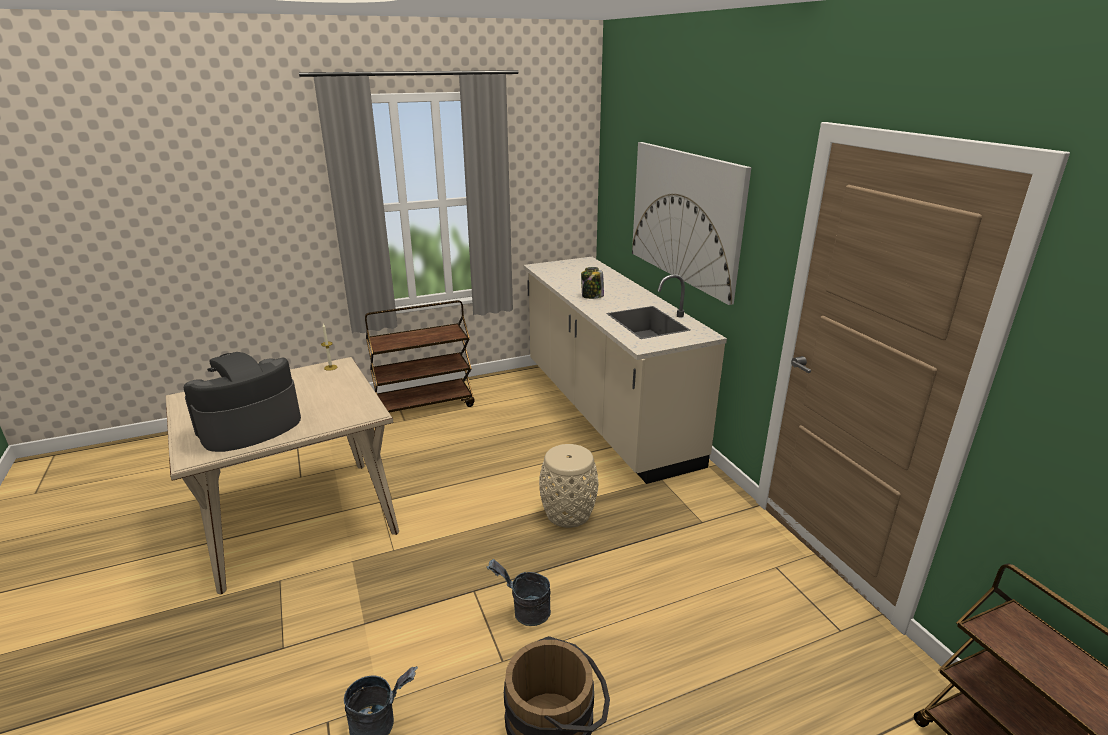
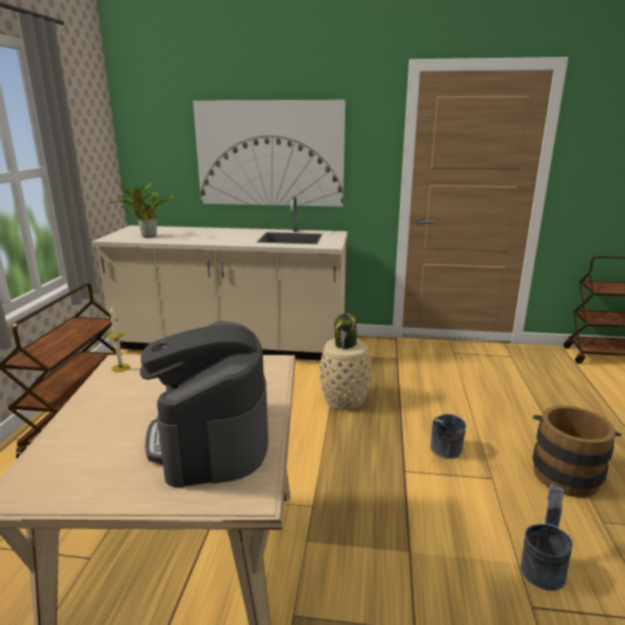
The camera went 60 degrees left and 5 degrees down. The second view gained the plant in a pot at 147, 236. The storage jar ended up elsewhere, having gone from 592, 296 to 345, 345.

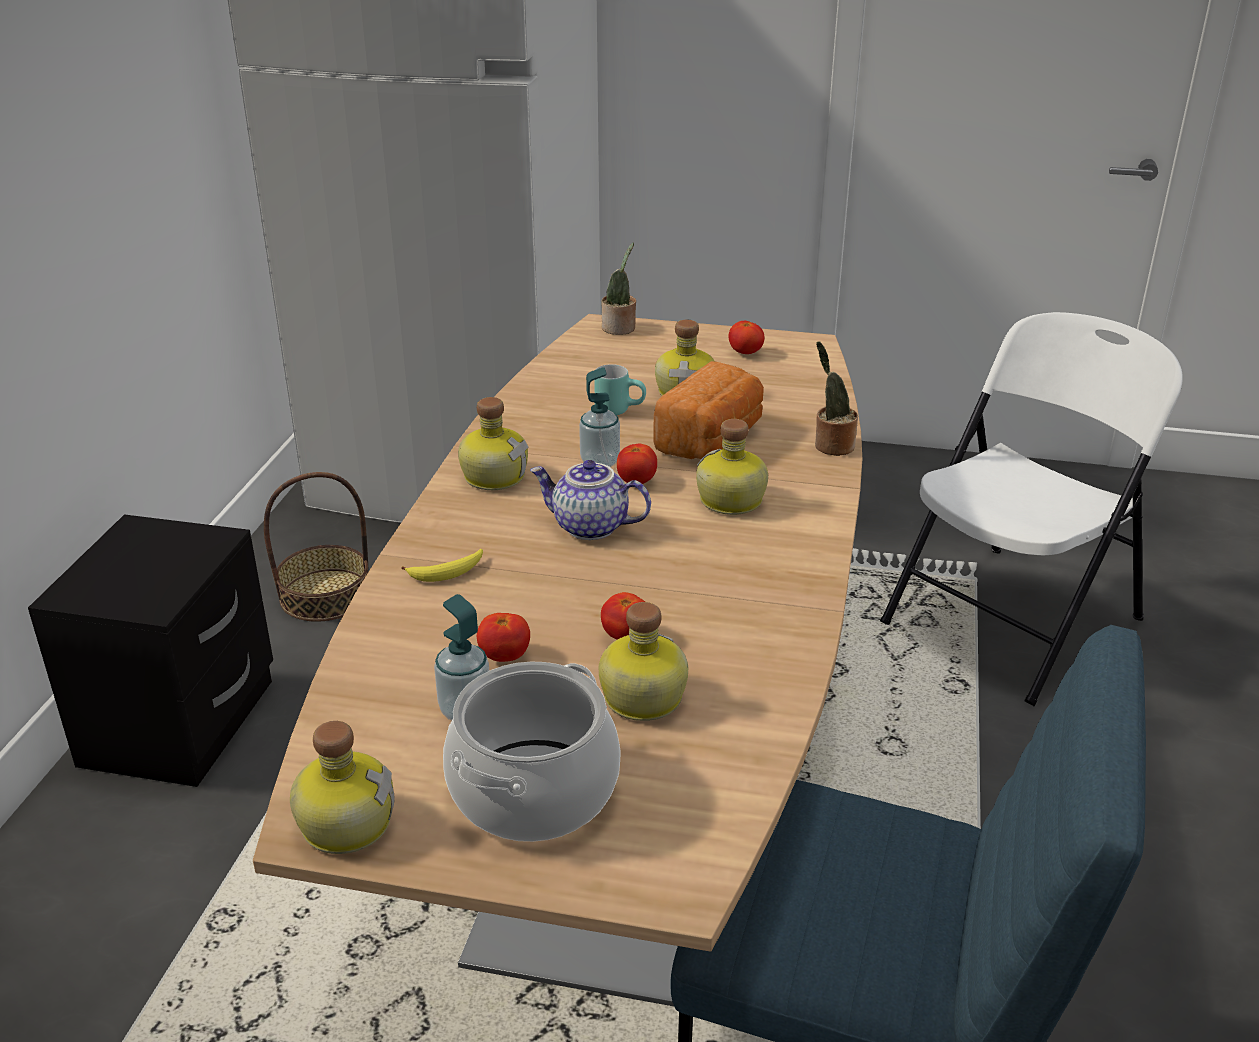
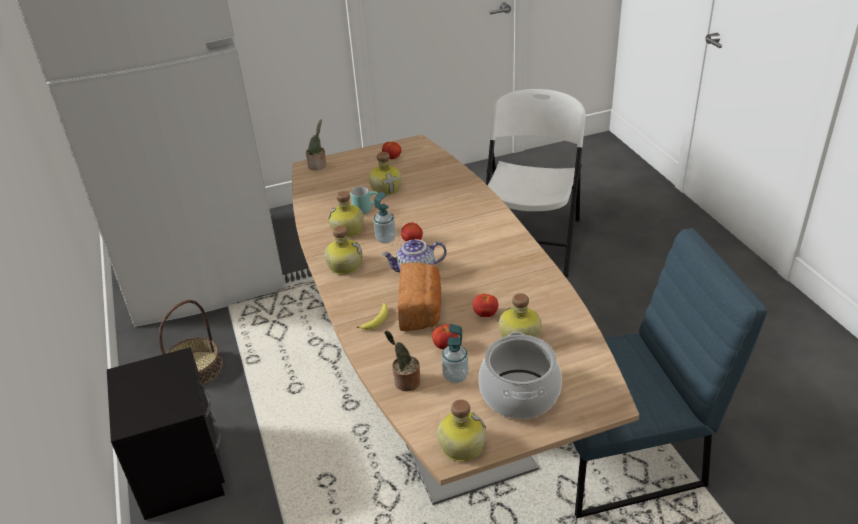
The camera went 30 degrees left and 5 degrees up. The bakery bread ended up elsewhere, having gone from 712, 440 to 421, 310. The bottle ended up elsewhere, having gone from 731, 501 to 348, 230. The plant in a pot ended up elsewhere, having gone from 831, 445 to 405, 382.

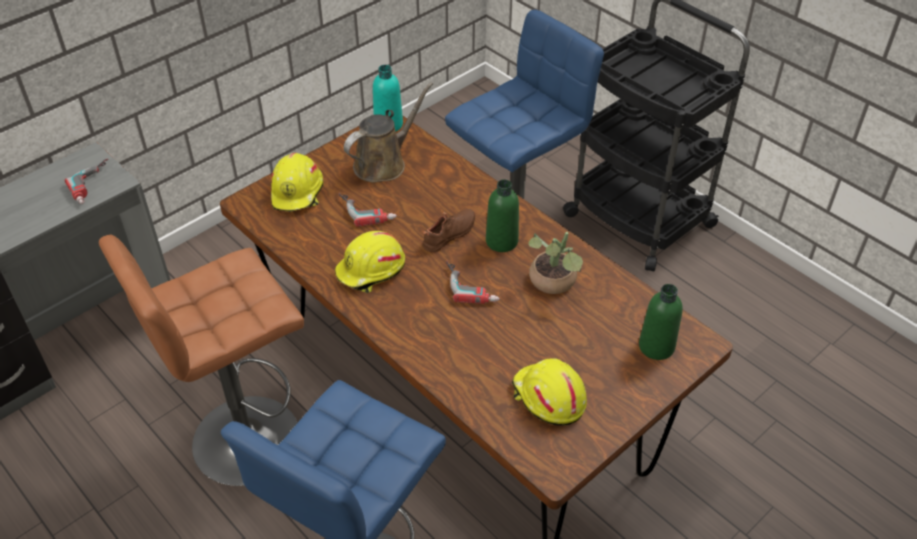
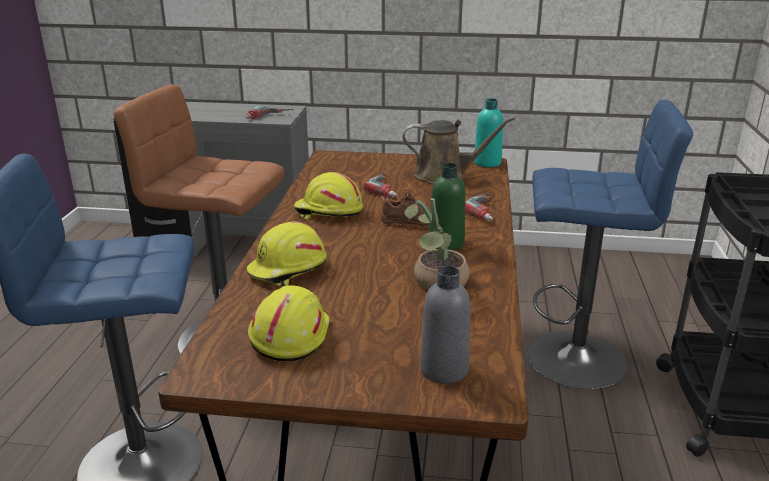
The camera went 50 degrees right and 20 degrees down. The yellow work helmet ended up elsewhere, having gone from 298, 192 to 288, 270. The electric drill ended up elsewhere, having gone from 472, 284 to 488, 210. What was the greenish bottle at 656, 346 turned into the greyish bottle at 444, 370.

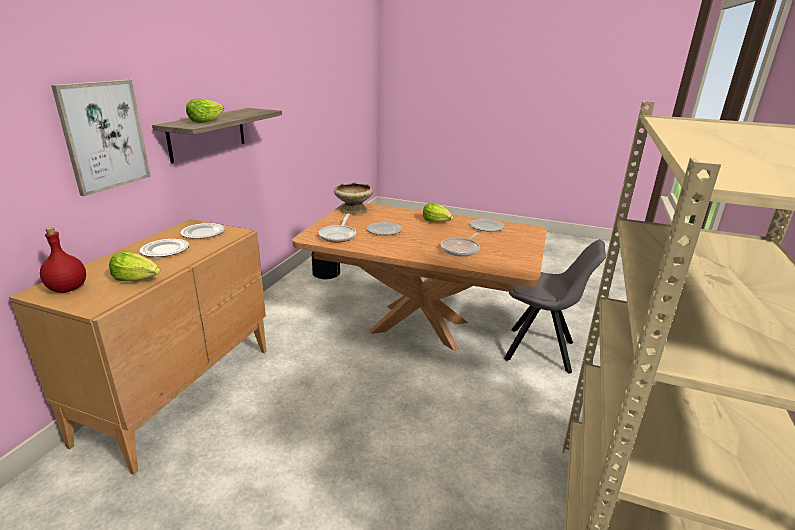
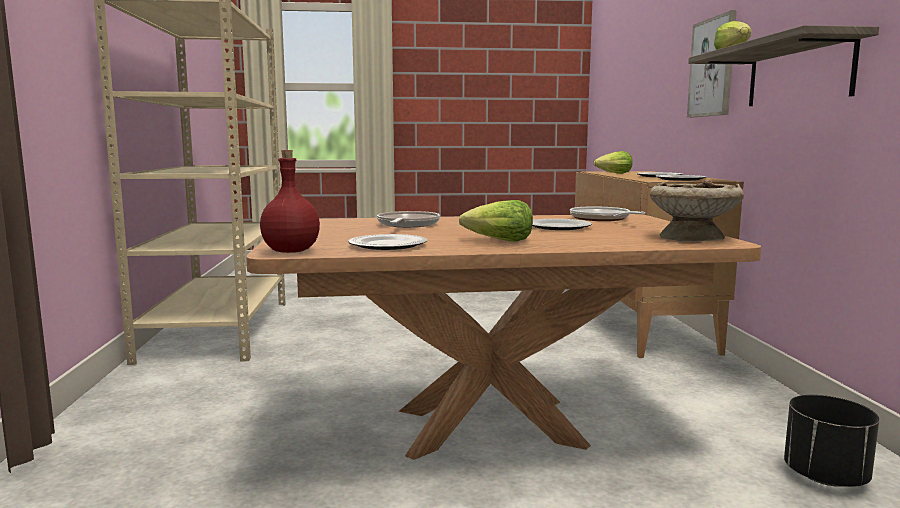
The camera went 155 degrees right and 15 degrees down. The second view lost the greyish chair at 540, 350. The red bottle ended up elsewhere, having gone from 67, 289 to 292, 251.

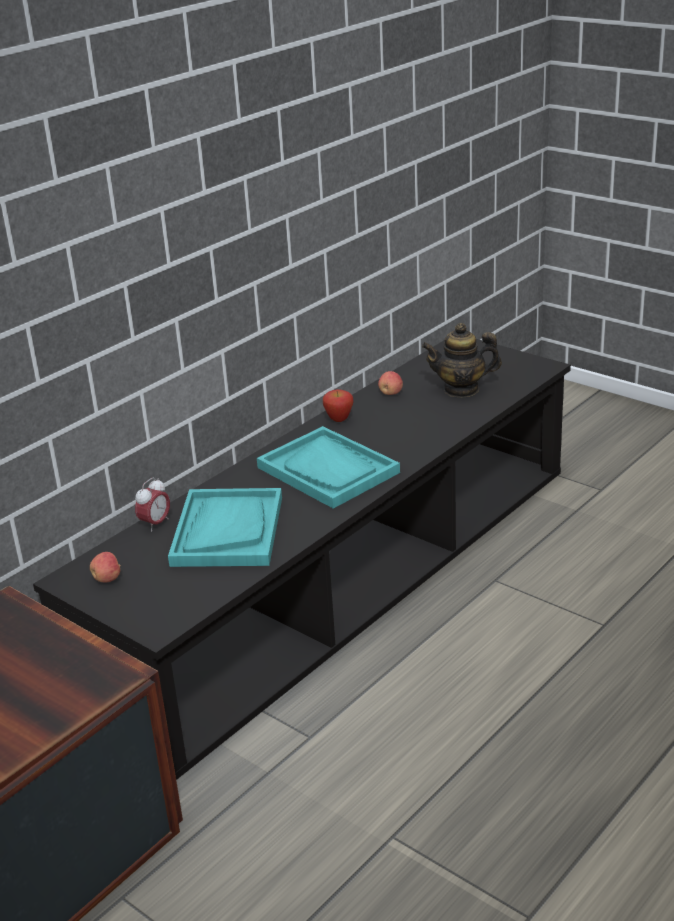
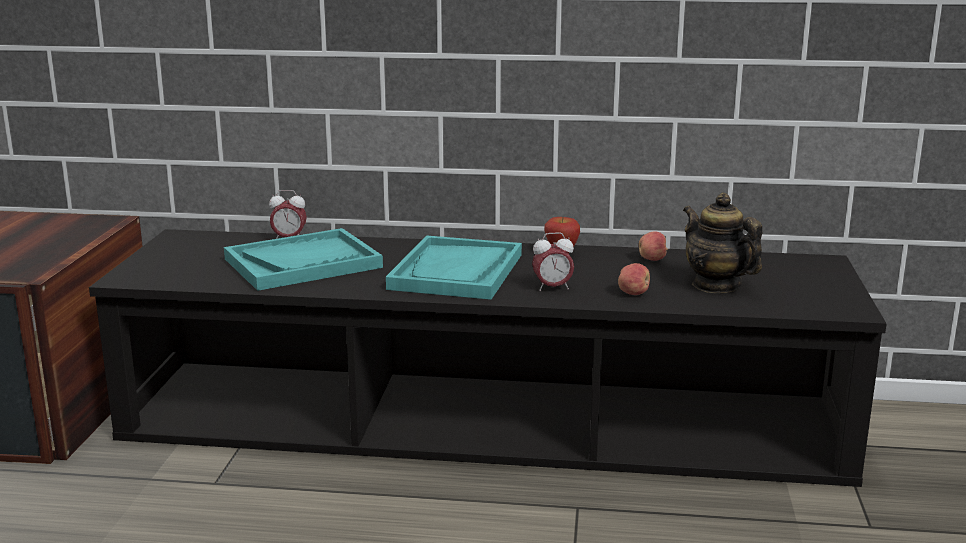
The camera went 55 degrees right and 10 degrees down. The second view gained the bedside clock at 552, 288. The apple fruit ended up elsewhere, having gone from 107, 579 to 633, 293.

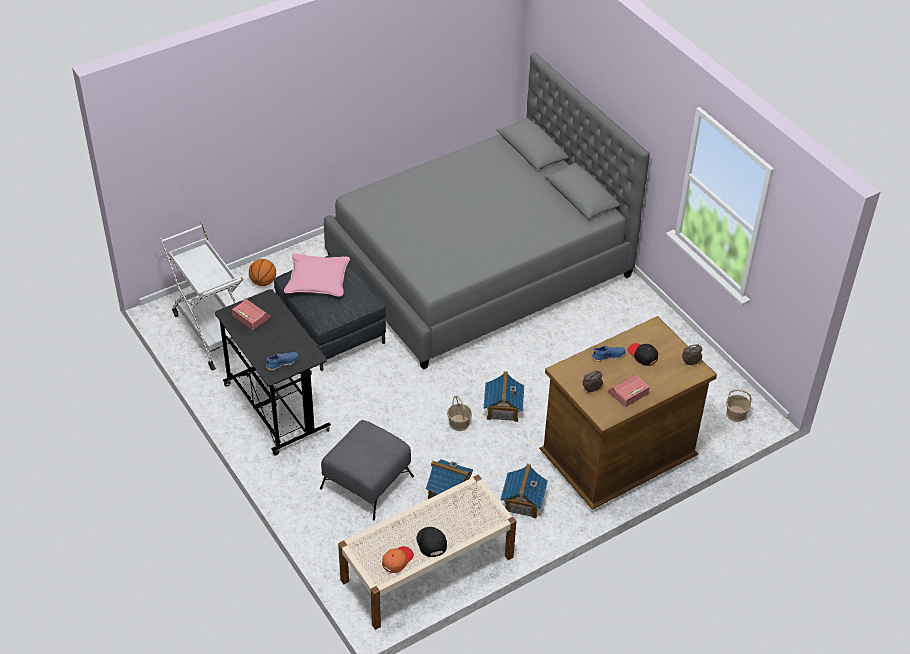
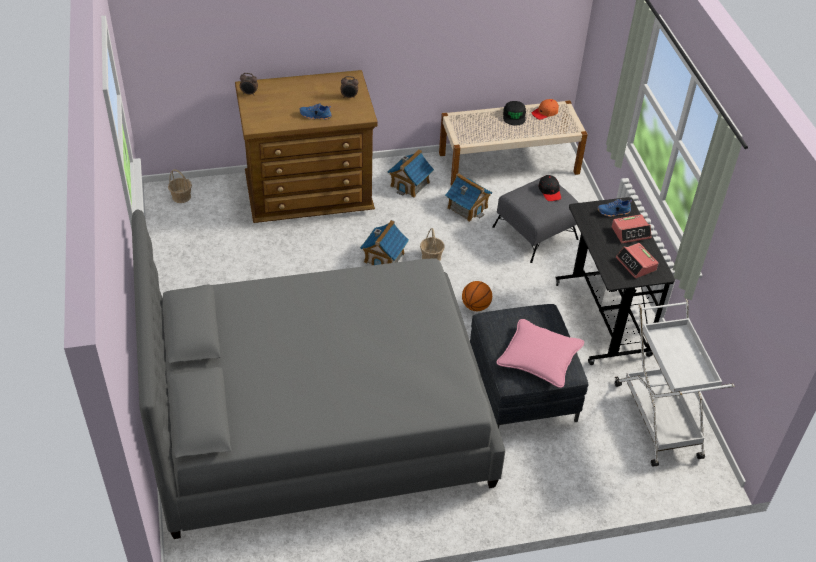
The camera went 160 degrees left and 0 degrees up. The basketball ended up elsewhere, having gone from 263, 282 to 475, 306. The bedside clock ended up elsewhere, having gone from 628, 393 to 631, 232. The black cap ended up elsewhere, having gone from 642, 355 to 550, 191.

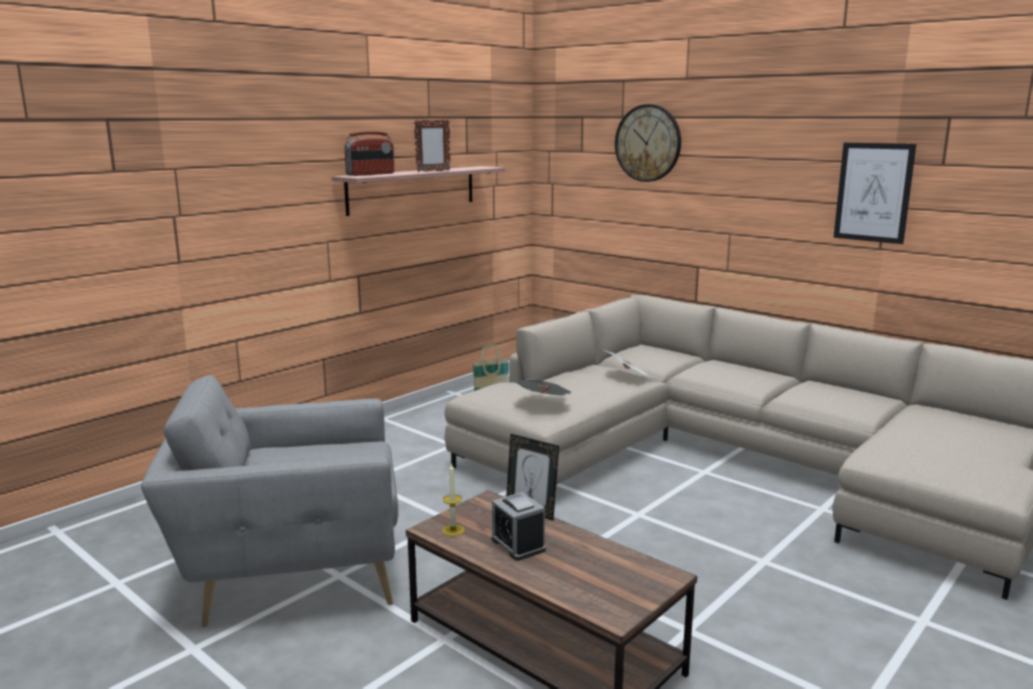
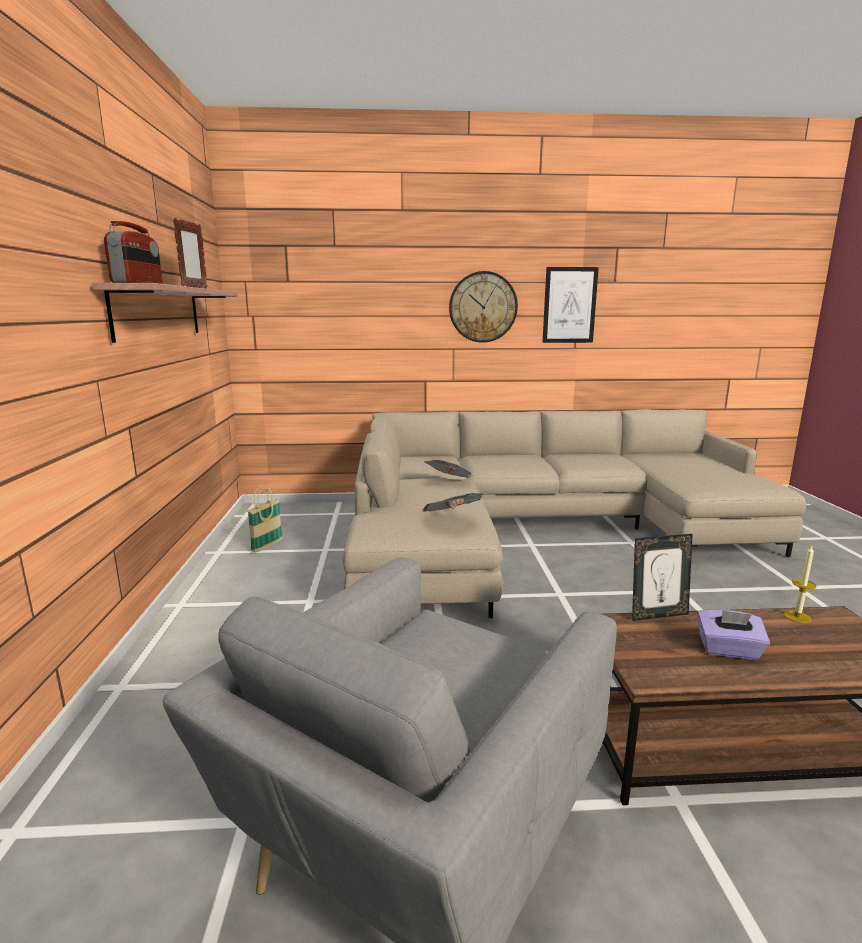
The camera went 45 degrees left and 0 degrees up. The wax candle ended up elsewhere, having gone from 453, 530 to 797, 617. The wall clock ended up elsewhere, having gone from 648, 143 to 483, 307. Where the bedside clock stood at 518, 545, the purple box of tissues came to stand at 729, 650.

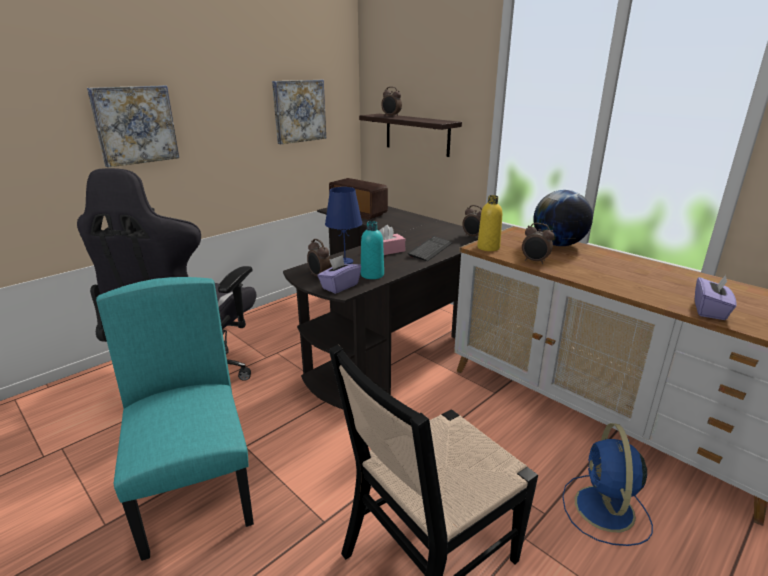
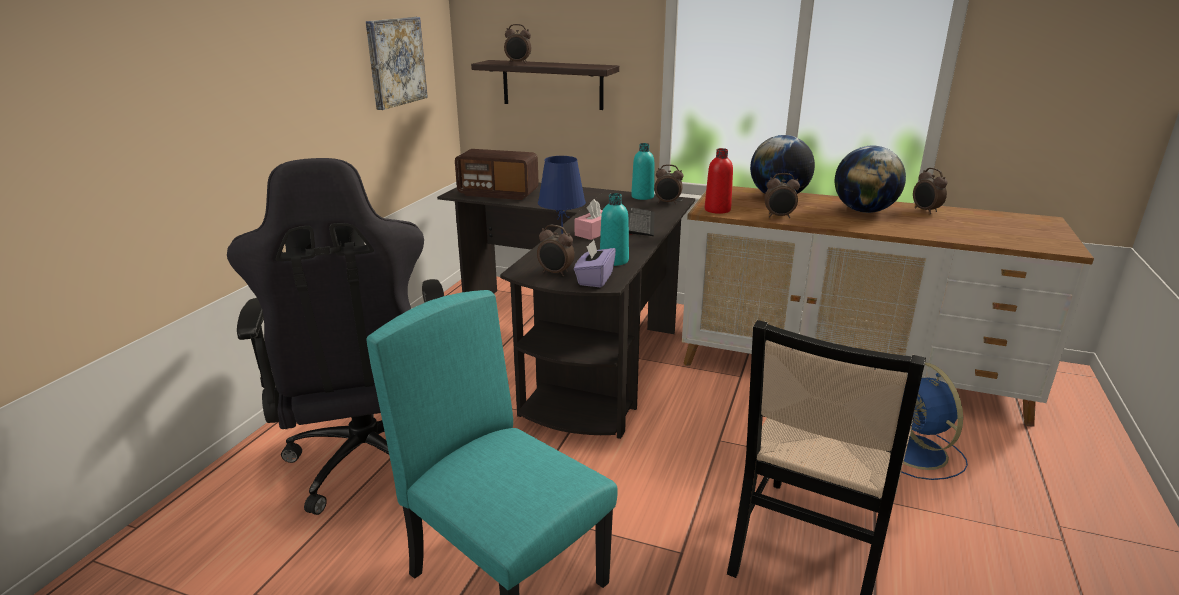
The camera went 25 degrees left and 0 degrees up. The second view lost the picture at 135, 125. The second view lost the purple box of tissues at 710, 310. The second view gained the blue-green bottle at 642, 196. The second view gained the desk globe at 864, 211. The second view gained the bedside clock at 925, 211. What was the yellow bottle at 488, 247 turned into the red bottle at 717, 210.

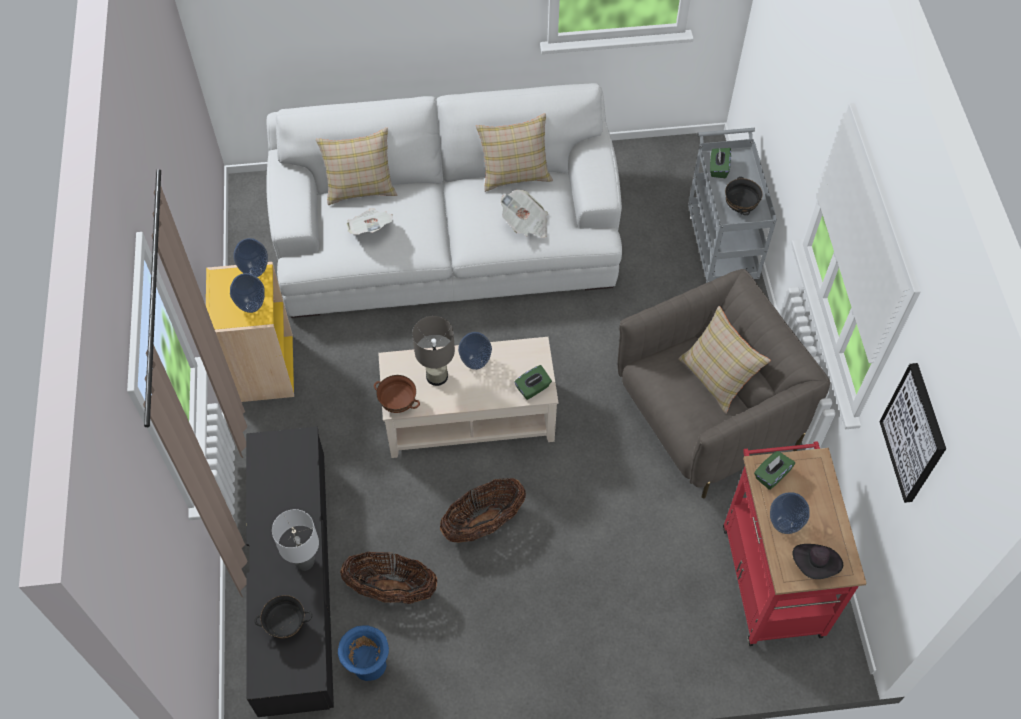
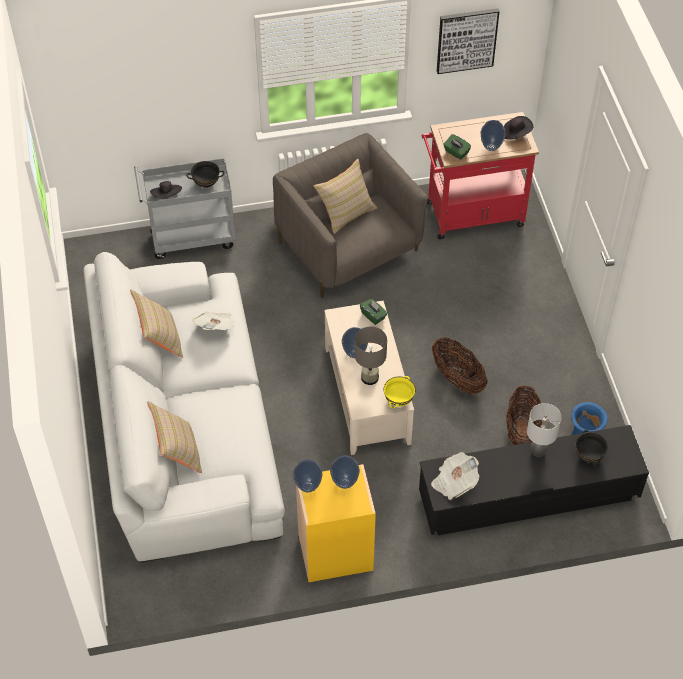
The camera went 95 degrees left and 5 degrees down. The daily paper ended up elsewhere, having gone from 370, 229 to 454, 482. Where the greenish box of tissues stood at 718, 168, the black clothing hat came to stand at 167, 196. What was the brown-coloured serving bowl at 397, 404 turned into the yellow serving bowl at 399, 401.

